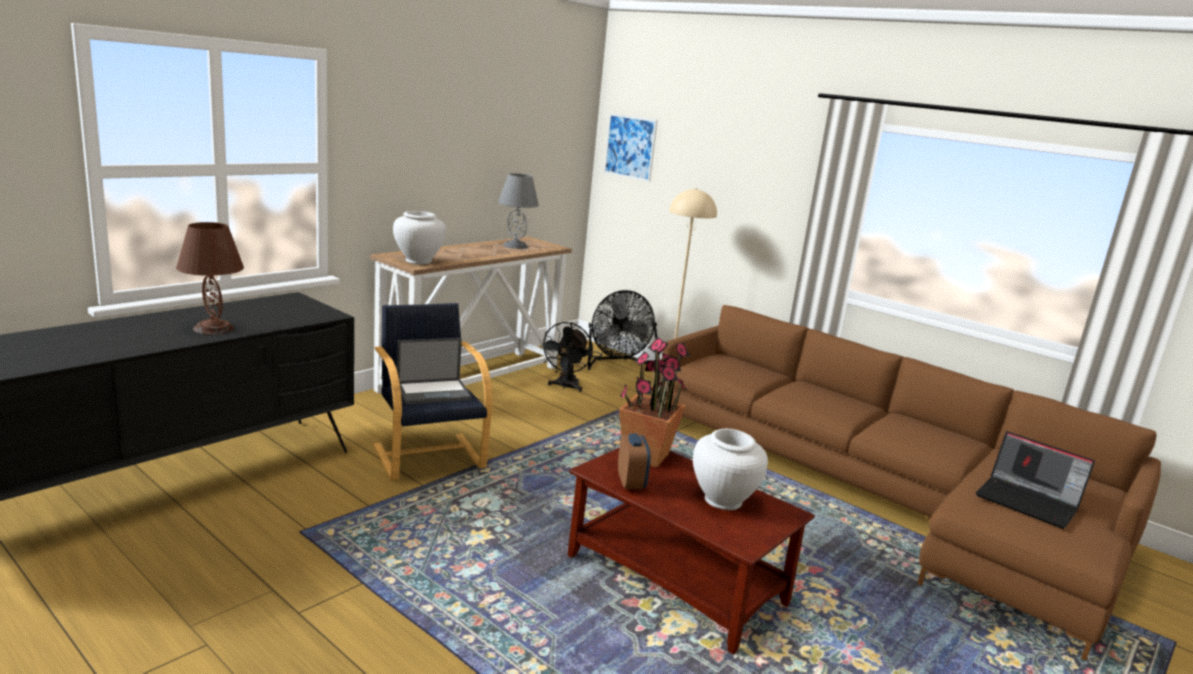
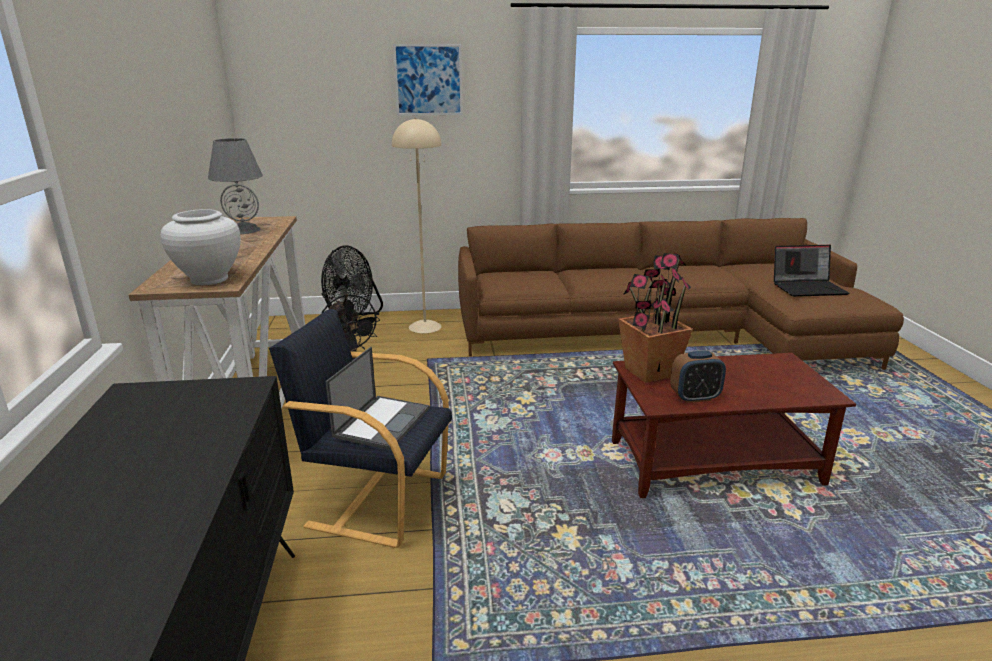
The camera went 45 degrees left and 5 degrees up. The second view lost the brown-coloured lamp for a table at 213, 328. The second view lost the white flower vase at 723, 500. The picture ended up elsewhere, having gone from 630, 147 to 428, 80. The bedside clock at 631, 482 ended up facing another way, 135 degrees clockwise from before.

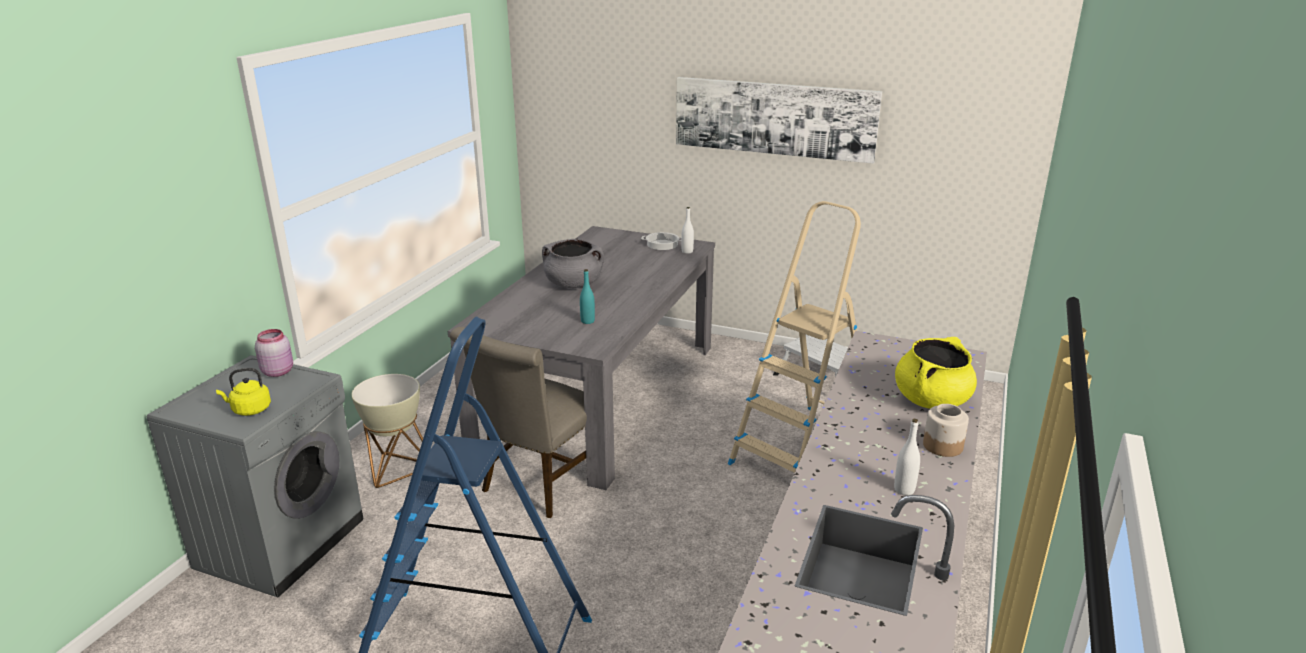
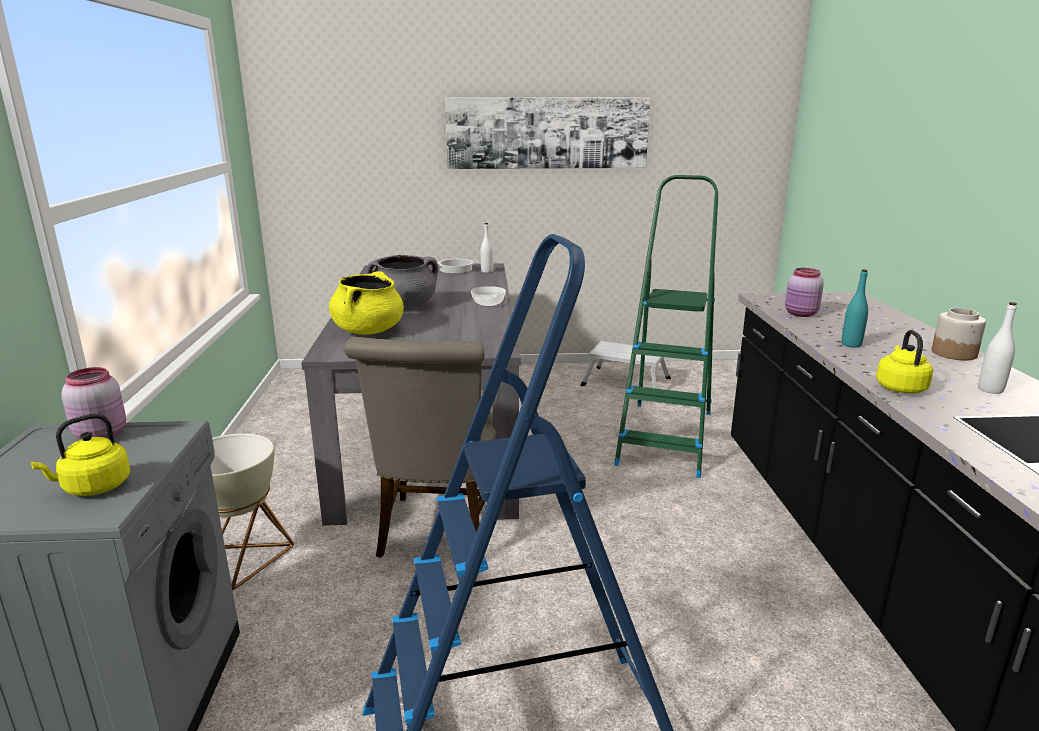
The camera went 25 degrees left and 5 degrees down. The second view gained the serving bowl at 489, 304. The second view gained the pink-coloured storage jar at 801, 314. The second view gained the yellow kettle at 900, 387. The blue-green bottle ended up elsewhere, having gone from 587, 321 to 851, 344. The yellow cooking pot ended up elsewhere, having gone from 931, 400 to 368, 331. What was the beige stepladder at 802, 448 turned into the greenish stepladder at 665, 437.

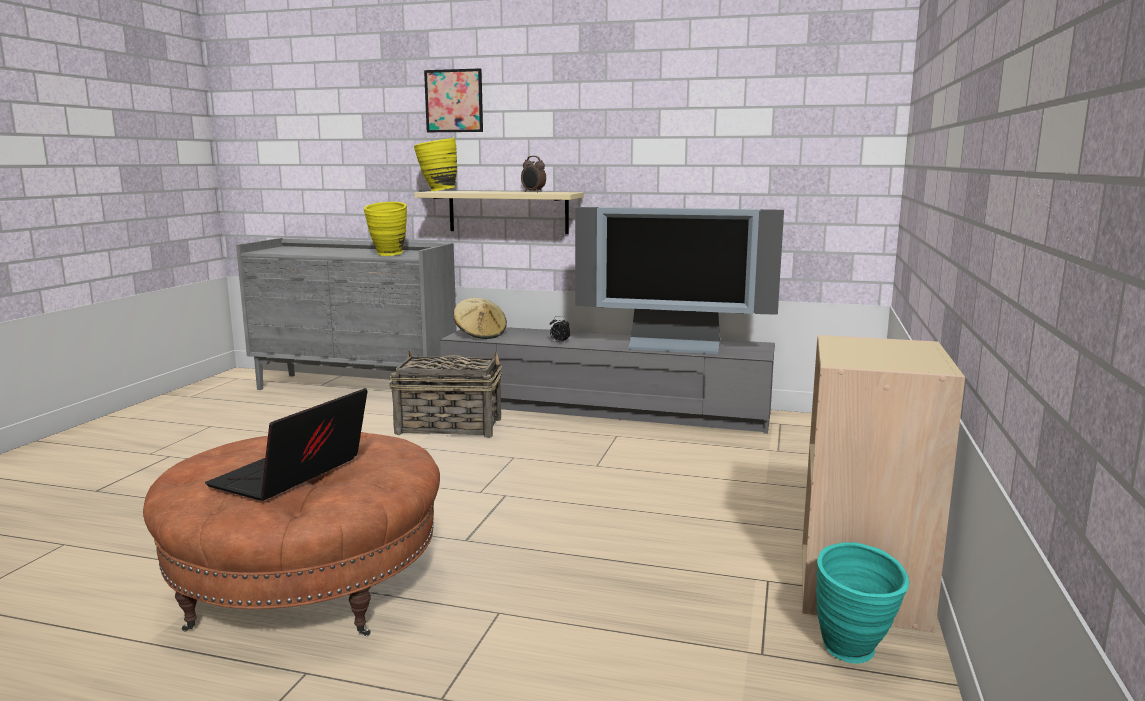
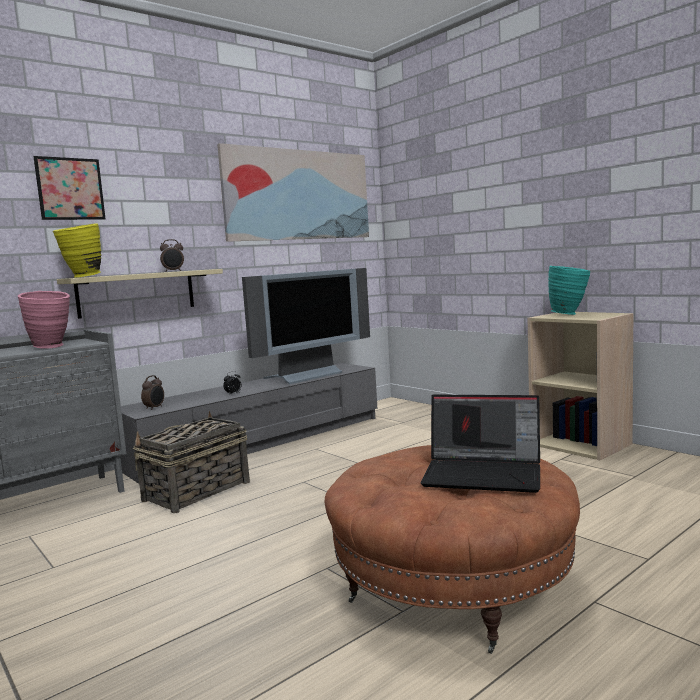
The camera went 55 degrees left and 5 degrees down. The second view gained the picture at 299, 195. The blue-green flower vase ended up elsewhere, having gone from 855, 656 to 570, 314. Where the beige clothing hat stood at 480, 334, the bedside clock came to stand at 154, 408. What was the yellow flower vase at 388, 255 turned into the pink-coloured flower vase at 51, 347. The notebook computer at 291, 476 ended up facing another way, 45 degrees counterclockwise from before.

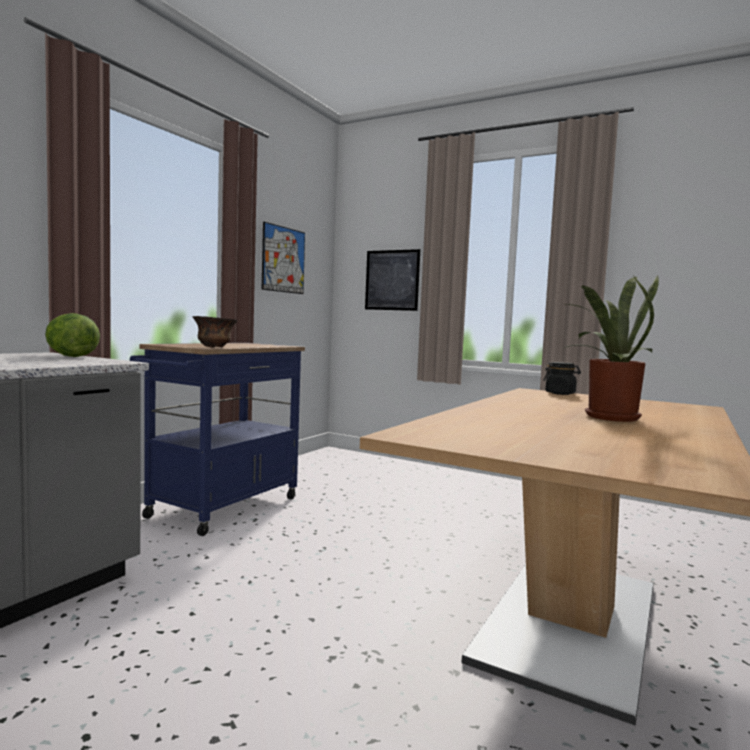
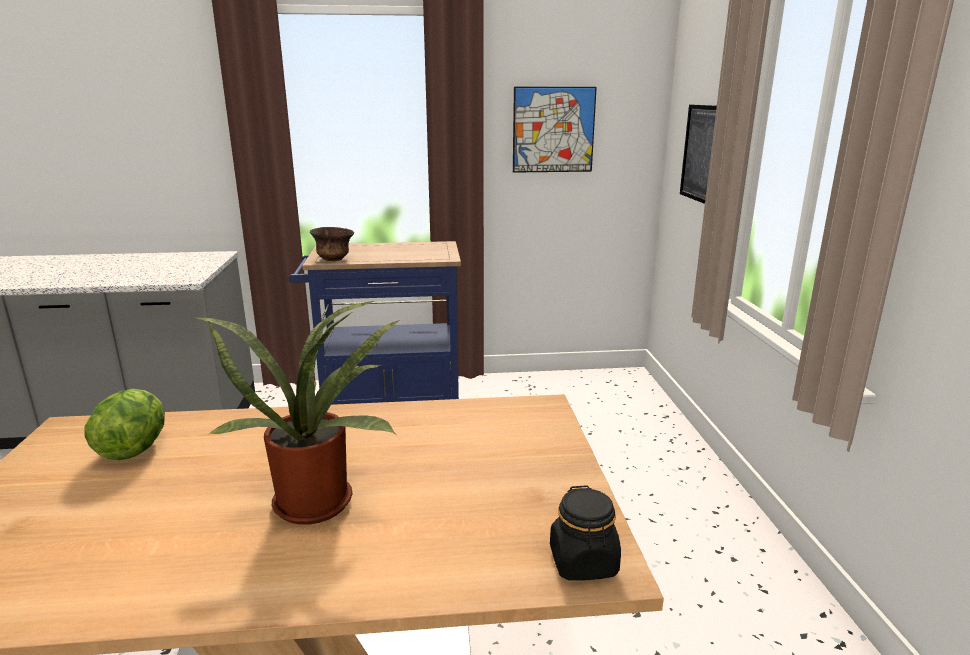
The camera went 55 degrees right and 15 degrees up. The head of lettuce ended up elsewhere, having gone from 71, 356 to 134, 448. The black storage jar ended up elsewhere, having gone from 560, 393 to 583, 562.

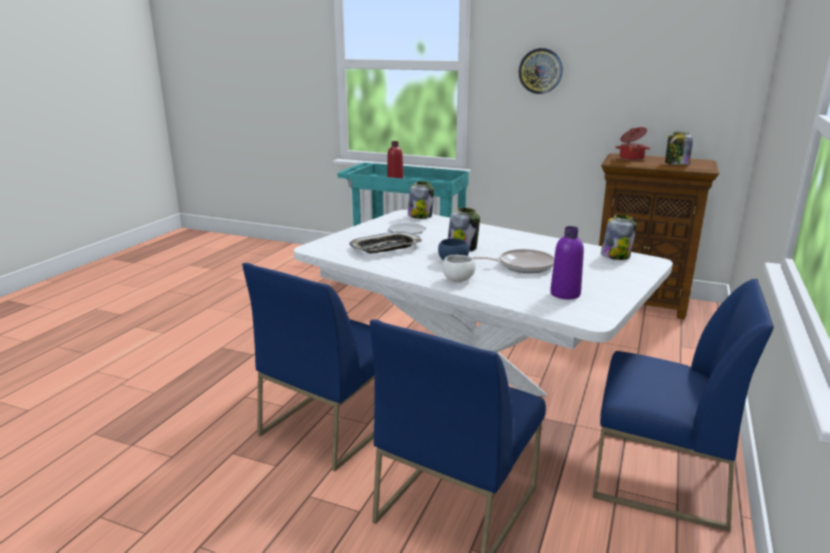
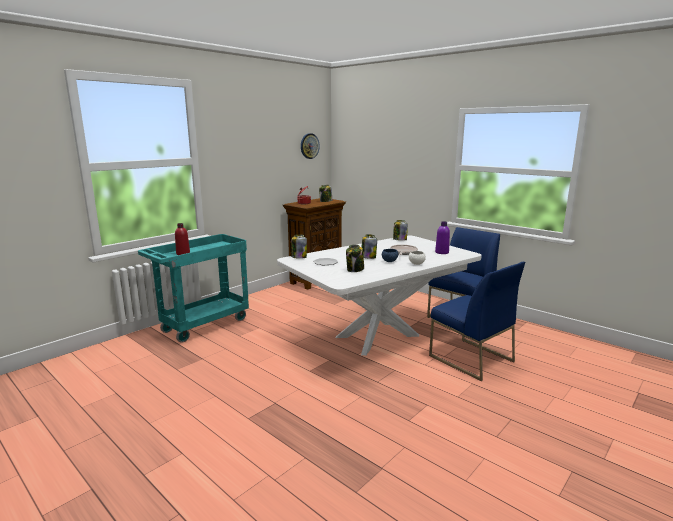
The camera went 70 degrees left and 5 degrees down. The second view lost the bluish chair at 331, 424. The wall clock ended up elsewhere, having gone from 540, 71 to 309, 146. Where the serving tray stood at 385, 248, the storage jar came to stand at 355, 270.

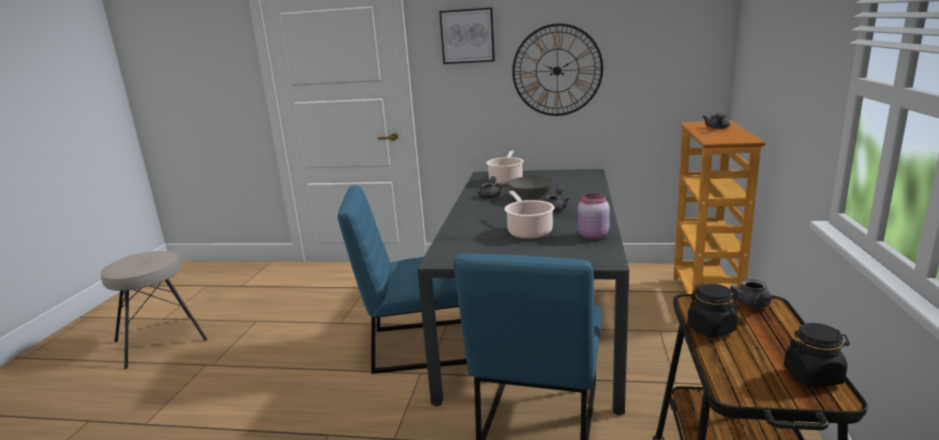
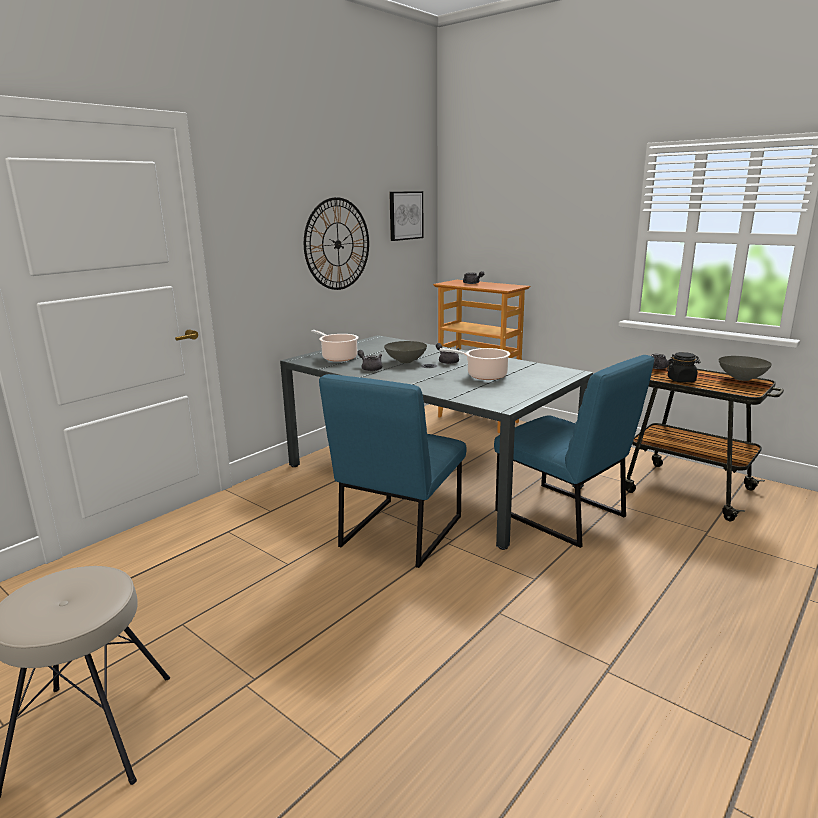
The camera went 60 degrees left and 0 degrees up. The second view lost the pink-coloured storage jar at 592, 236. The picture ended up elsewhere, having gone from 467, 36 to 405, 215. Where the black storage jar stood at 813, 376, the greyish serving bowl came to stand at 742, 379.

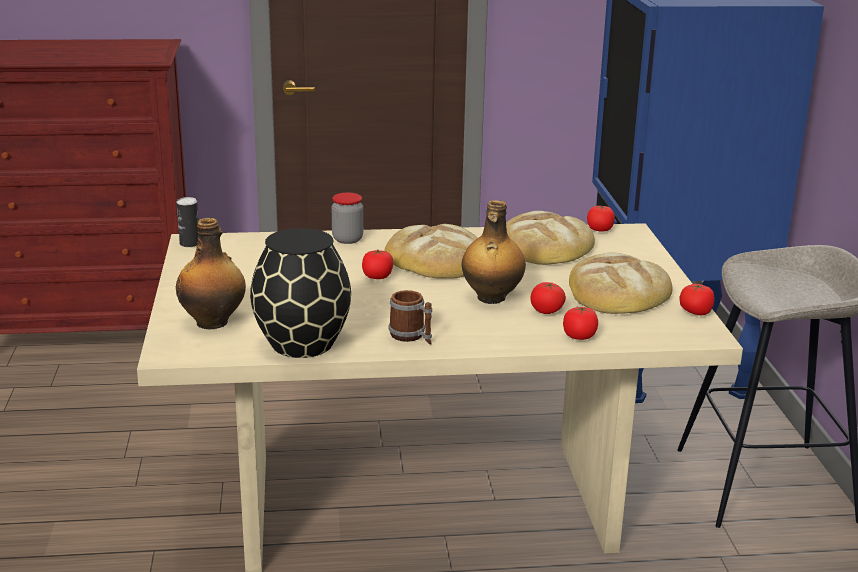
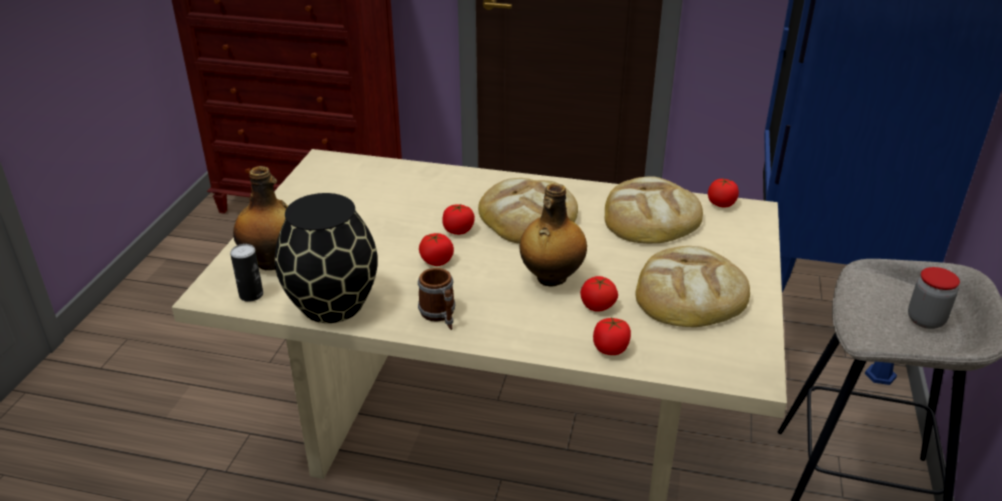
The camera went 20 degrees right and 10 degrees up. The sealed can ended up elsewhere, having gone from 189, 244 to 251, 295. The storage jar ended up elsewhere, having gone from 347, 239 to 925, 320. The whole tomato ended up elsewhere, having gone from 695, 312 to 436, 261.

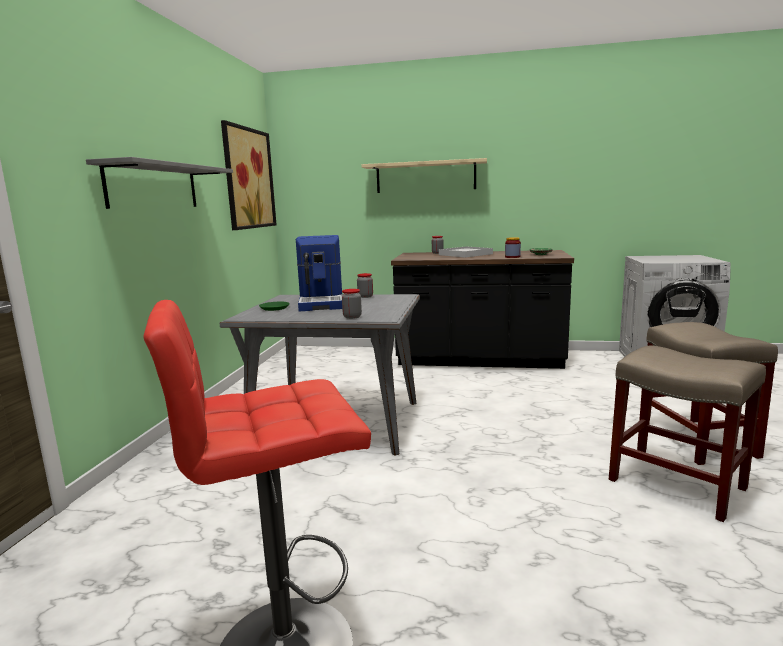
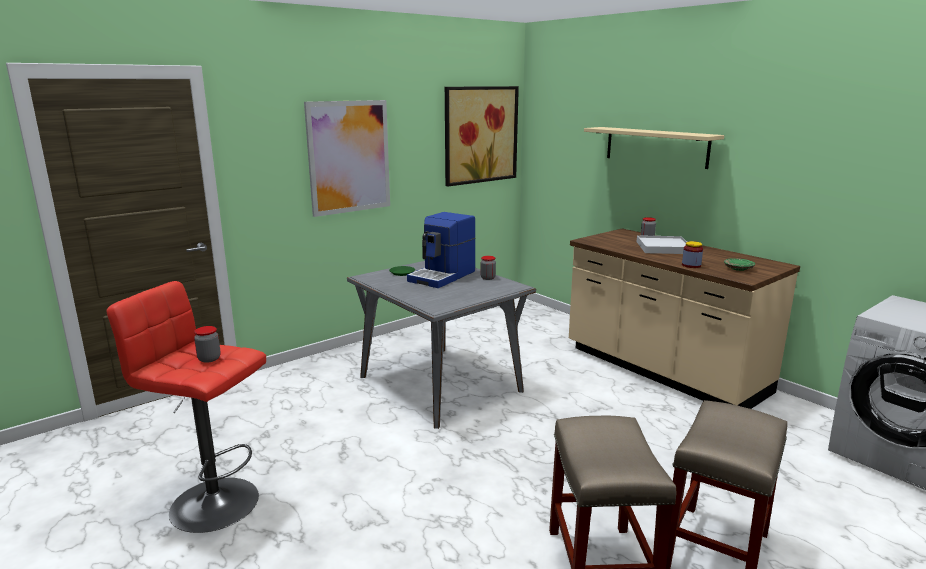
The camera went 40 degrees right and 5 degrees up. The storage jar ended up elsewhere, having gone from 352, 317 to 209, 359. Where the greyish wall shelf hung at 153, 186, the picture came to hang at 349, 157. What was the black kitchen base unit at 479, 360 turned into the beige kitchen base unit at 663, 371.

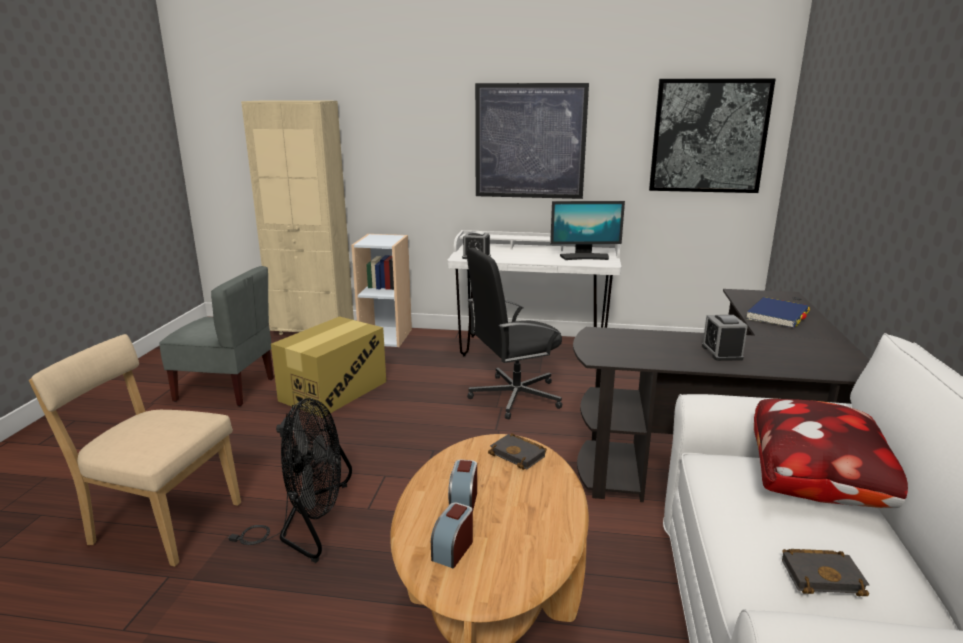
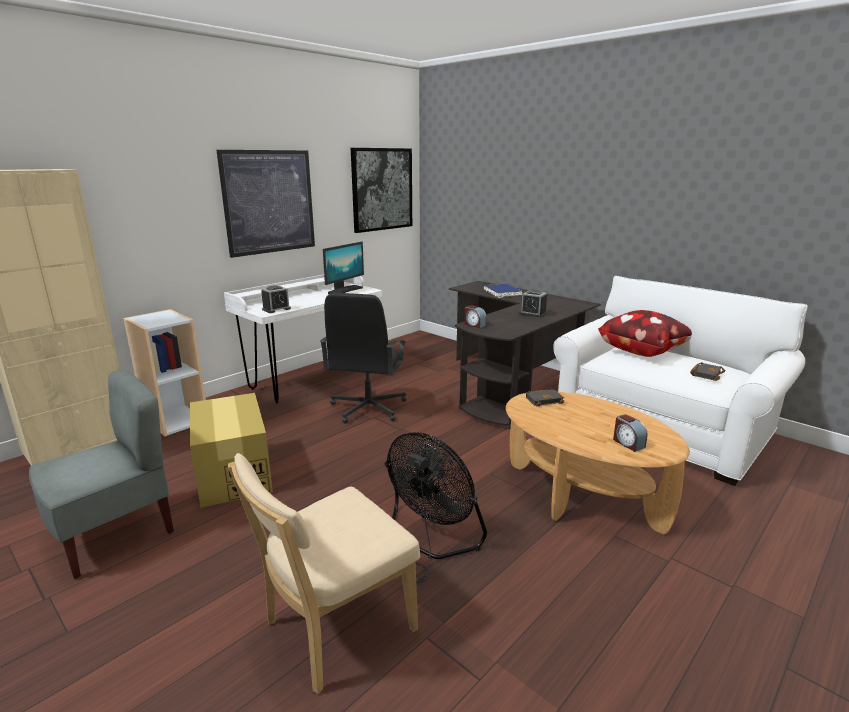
The camera went 55 degrees left and 0 degrees up. The bedside clock ended up elsewhere, having gone from 463, 501 to 474, 325.

